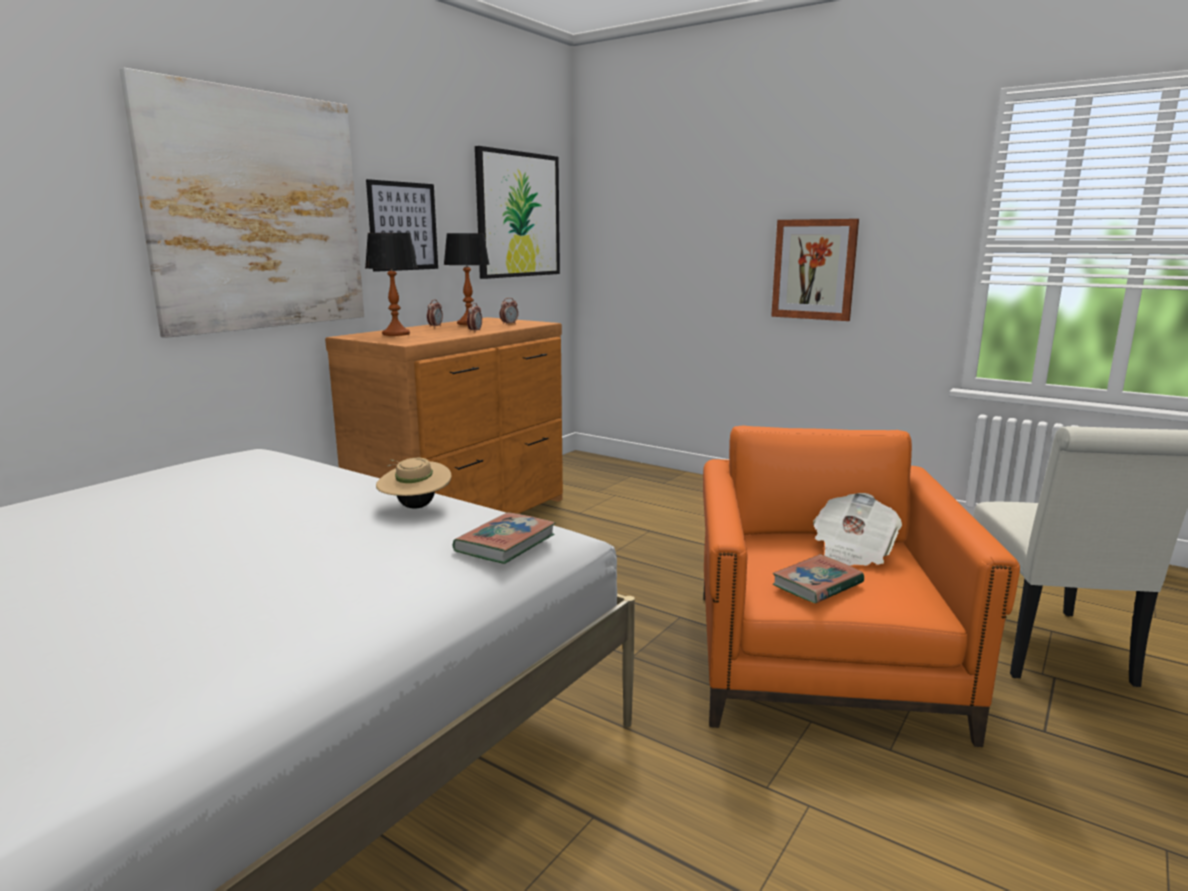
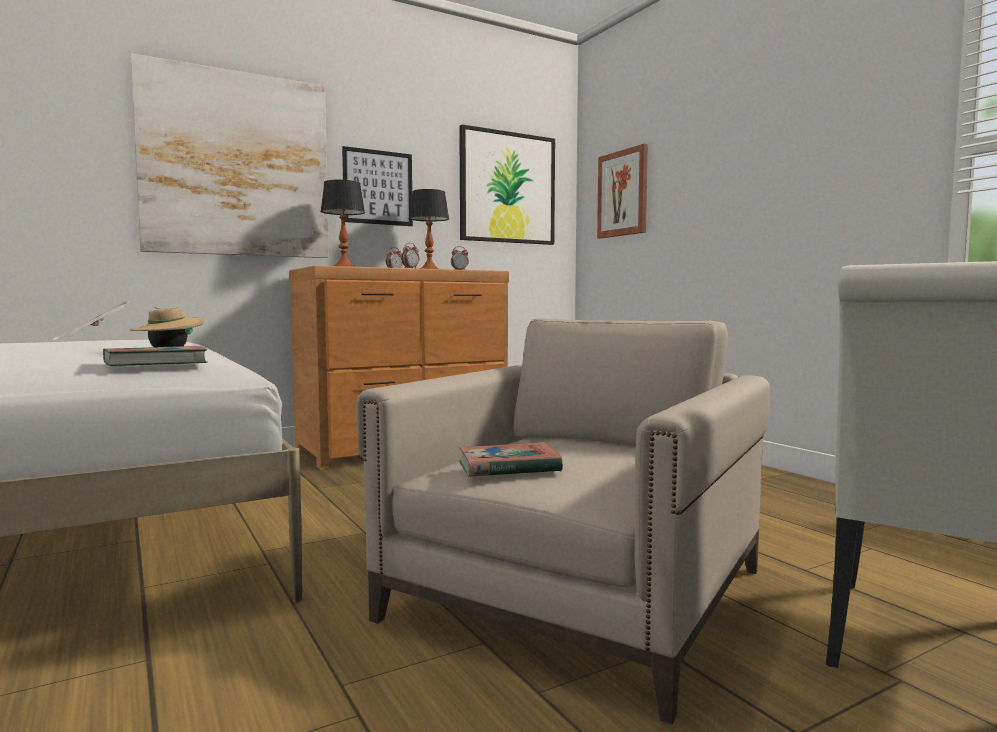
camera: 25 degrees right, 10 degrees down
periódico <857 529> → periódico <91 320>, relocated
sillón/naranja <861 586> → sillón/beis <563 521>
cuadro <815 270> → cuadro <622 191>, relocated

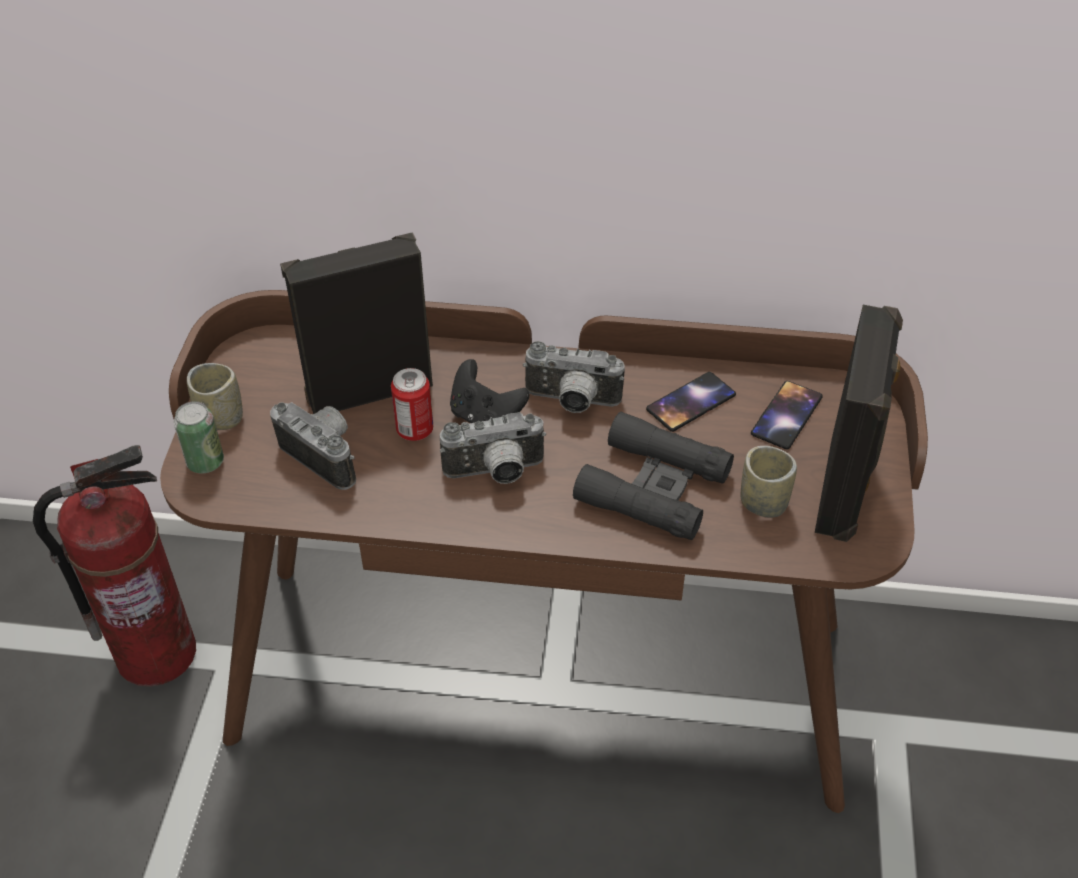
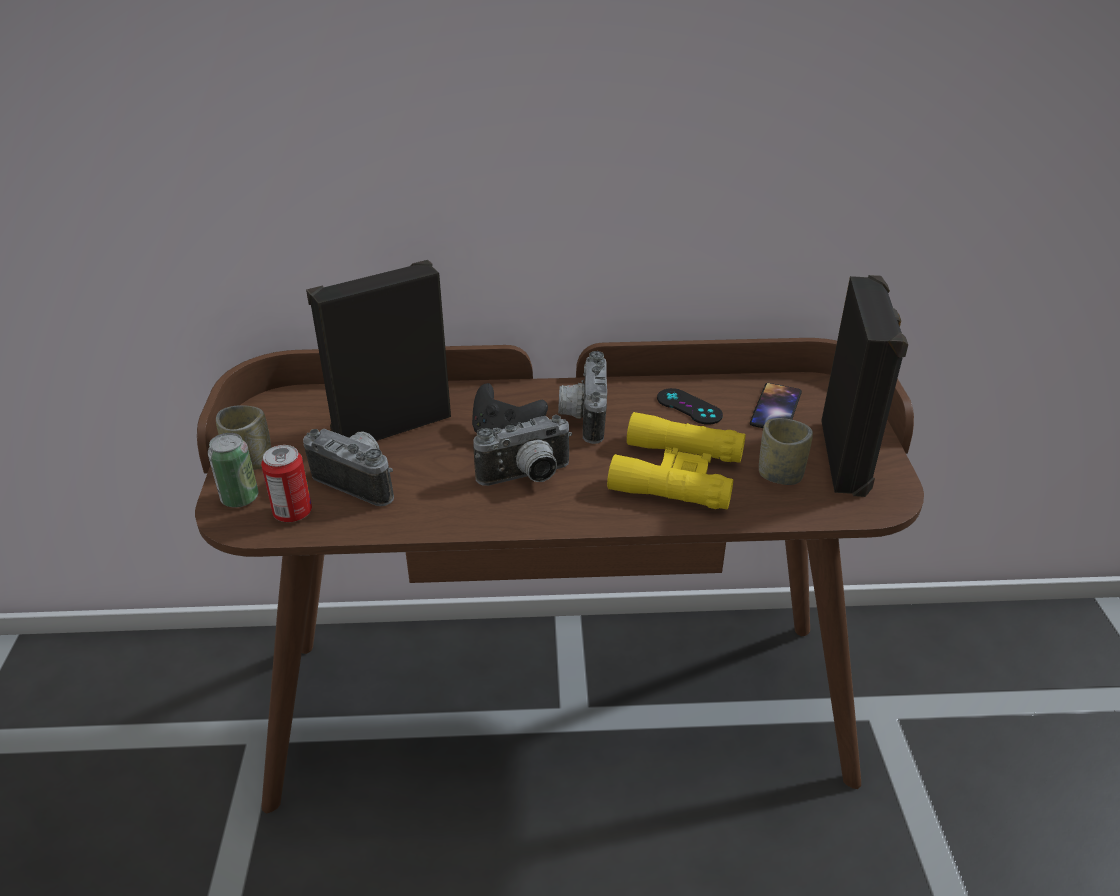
camera: 10 degrees left, 10 degrees down
lata <412 404> → lata <286 483>, relocated
cámara <574 377> → cámara <582 397>, 90 degrees clockwise
prismáticos/negro <653 476> → prismáticos/amarillo <676 461>
móvil <691 402> → mando de consola/negro <690 406>
extintor <114 566> → -

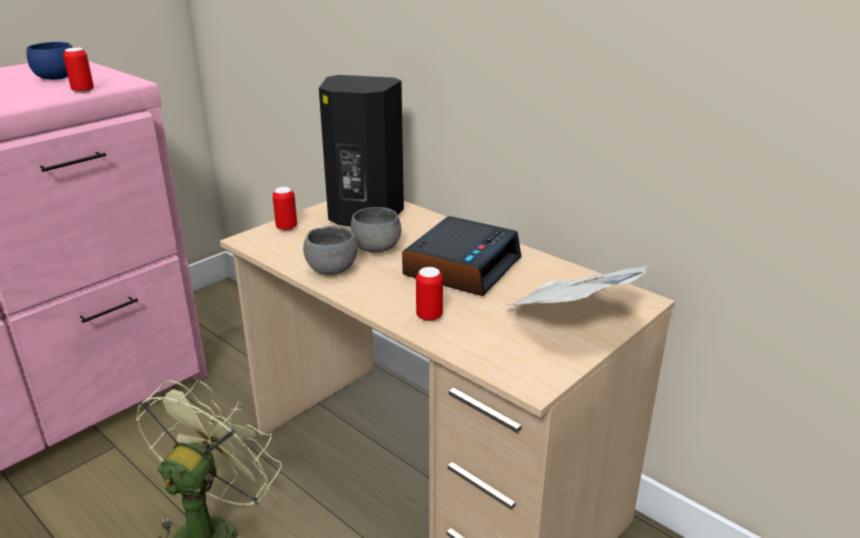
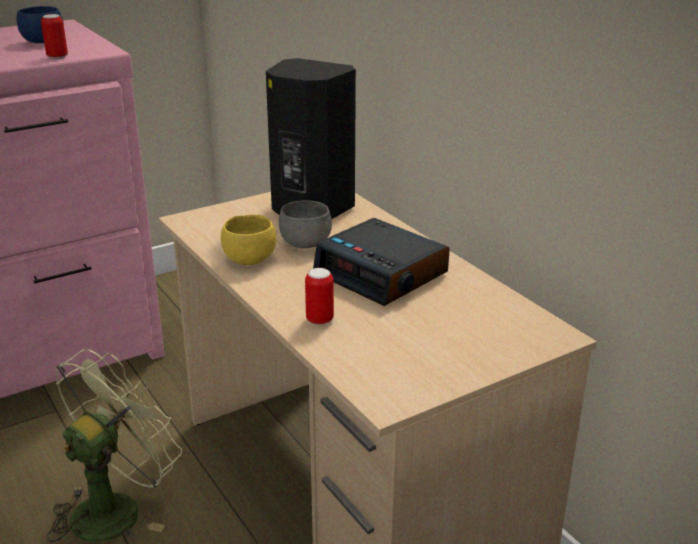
camera: 15 degrees right, 0 degrees up
cuenco/gris <330 250> → cuenco/amarillo <248 240>
despertador <461 256> → despertador <381 262>, 90 degrees clockwise
lata <285 209> → -
periódico <579 285> → -

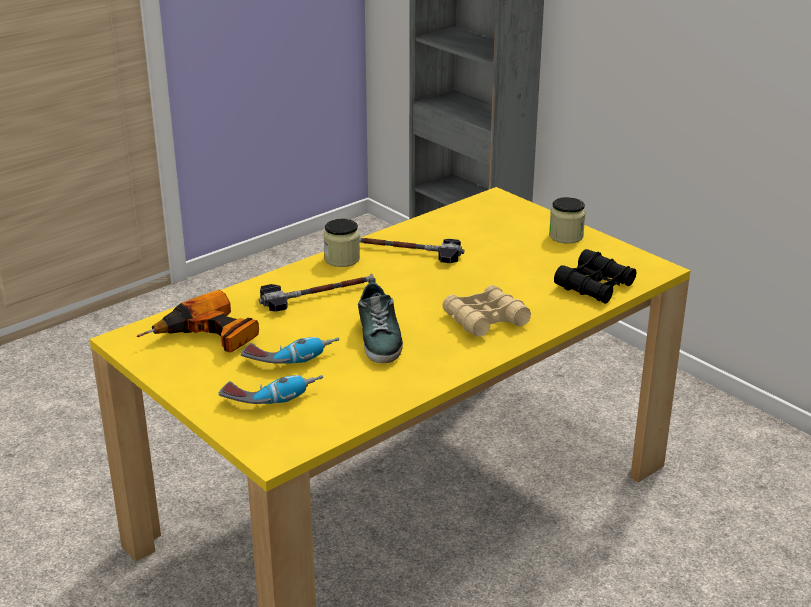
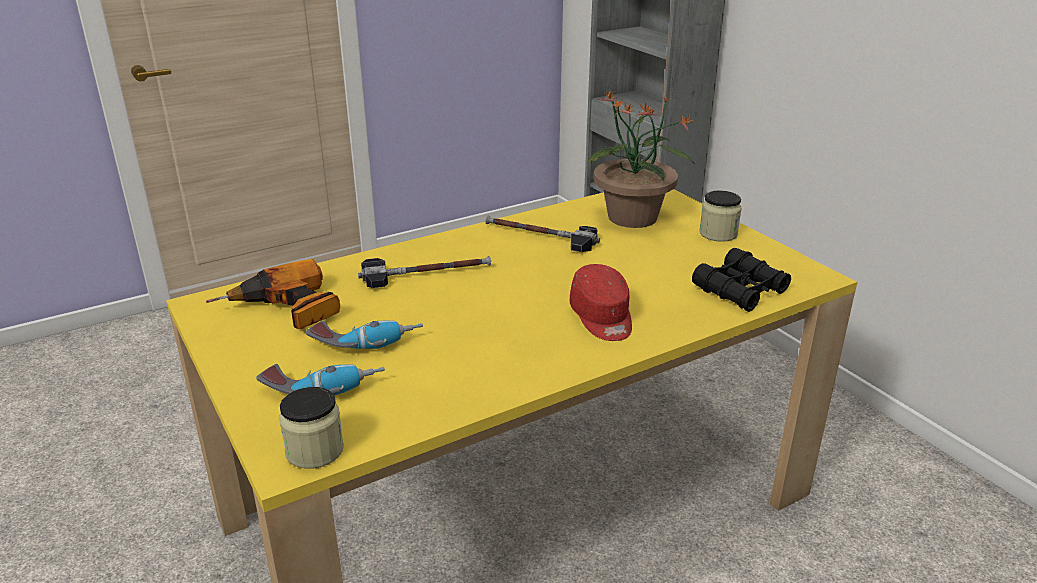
camera: 10 degrees right, 0 degrees up
tarro <341 243> → tarro <311 428>, relocated
prismáticos/beis <487 311> → gorra/rojo <601 302>
- → planta en maceta <641 159>
zapato <380 320> → -

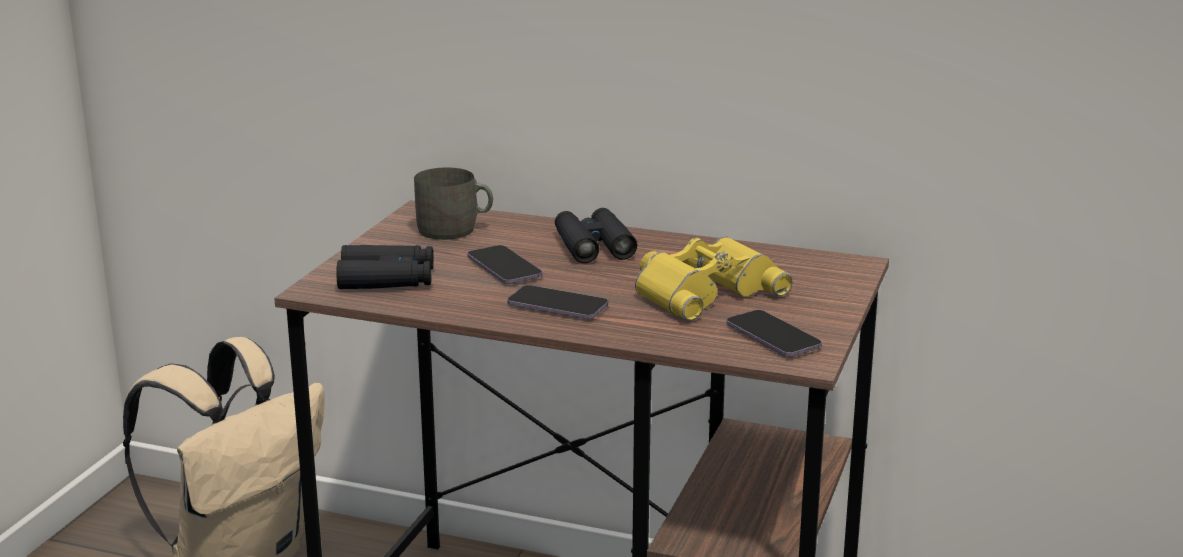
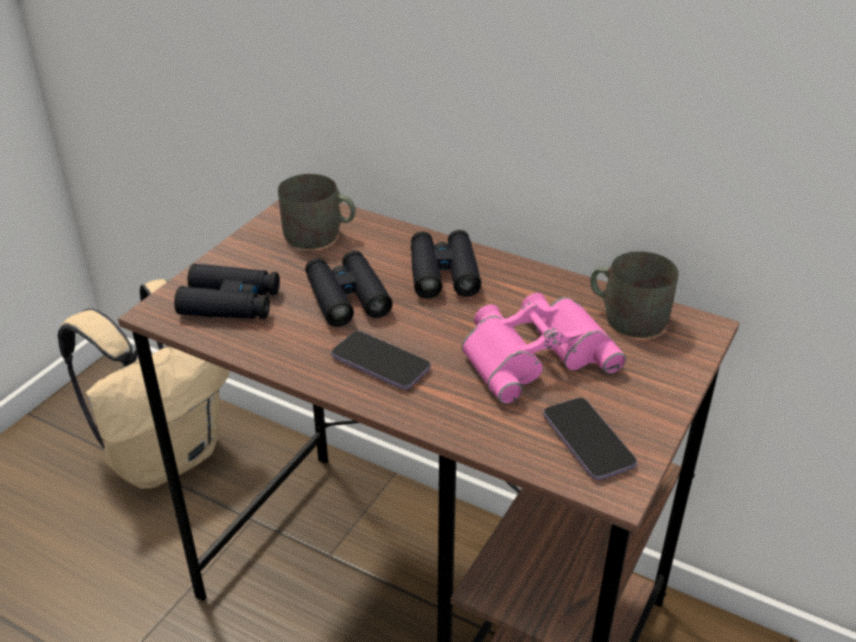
camera: 10 degrees right, 15 degrees up
móvil <504 264> → prismáticos/negro <349 288>
prismáticos/amarillo <713 278> → prismáticos/rosa <544 348>
- → taza grande/gris <634 294>

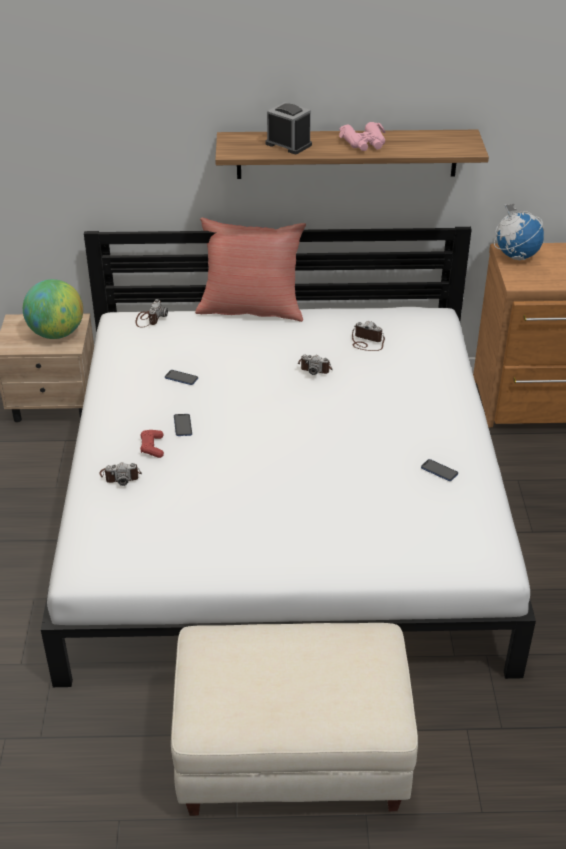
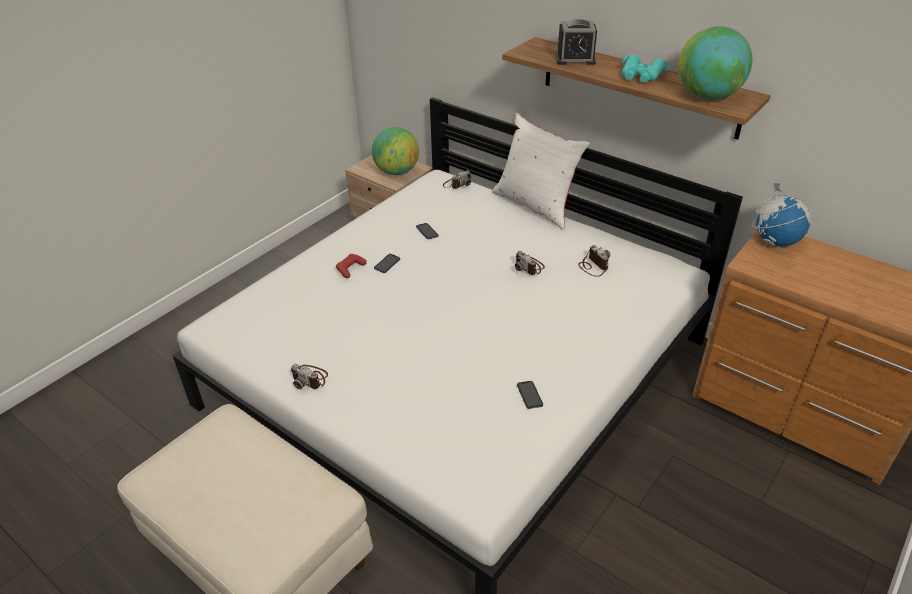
camera: 40 degrees right, 0 degrees up
cámara <120 474> → cámara <309 376>, relocated
cojín/rojo <250 270> → cojín/blanco <541 171>
despertador <289 128> → despertador <576 42>, 105 degrees clockwise
prismáticos/rosa <362 136> → prismáticos/turquesa <644 69>
- → globo terráqueo <715 63>

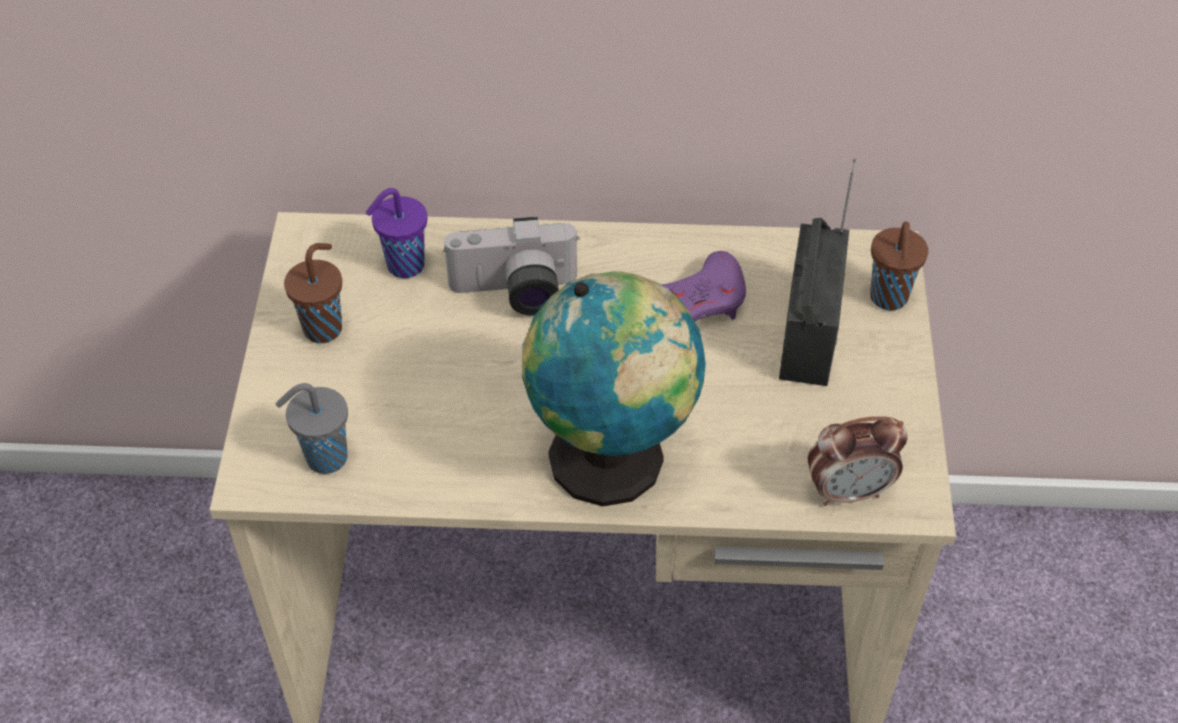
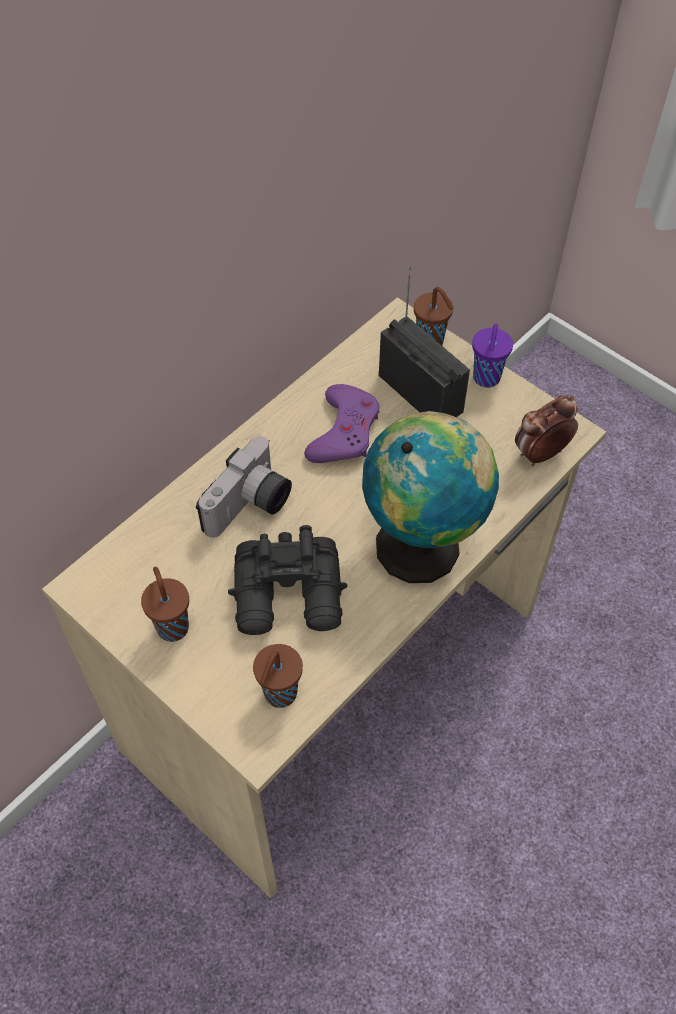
camera: 50 degrees left, 5 degrees up
- → prismáticos/negro <287 580>
taza/gris <312 428> → taza/marrón <278 676>
taza/morado <396 233> → taza/morado <492 356>, relocated
despertador <858 461> → despertador <546 430>, 150 degrees counterclockwise

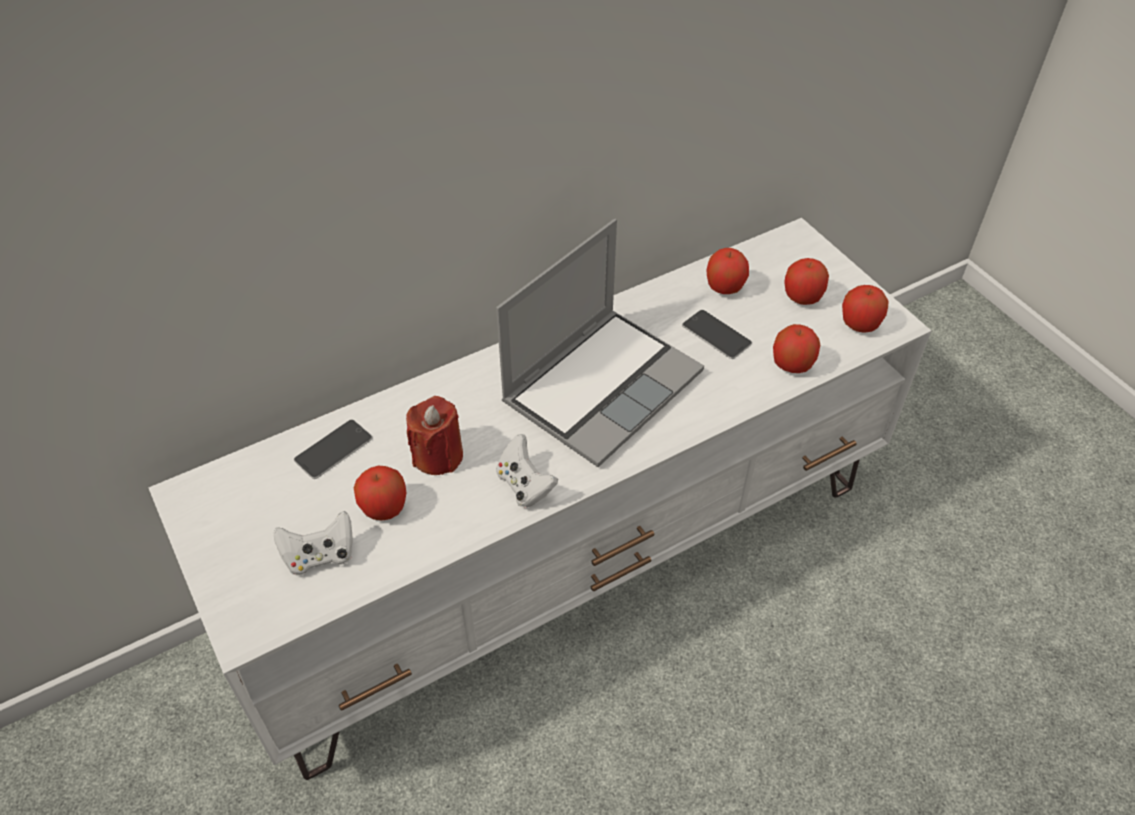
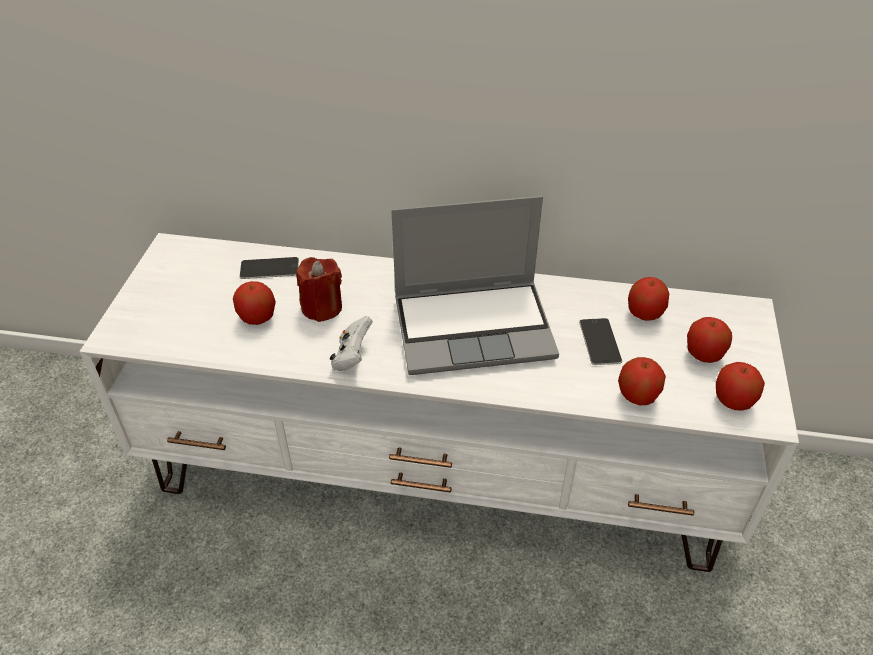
camera: 40 degrees right, 5 degrees down
mando de consola/blanco <313 543> → -

